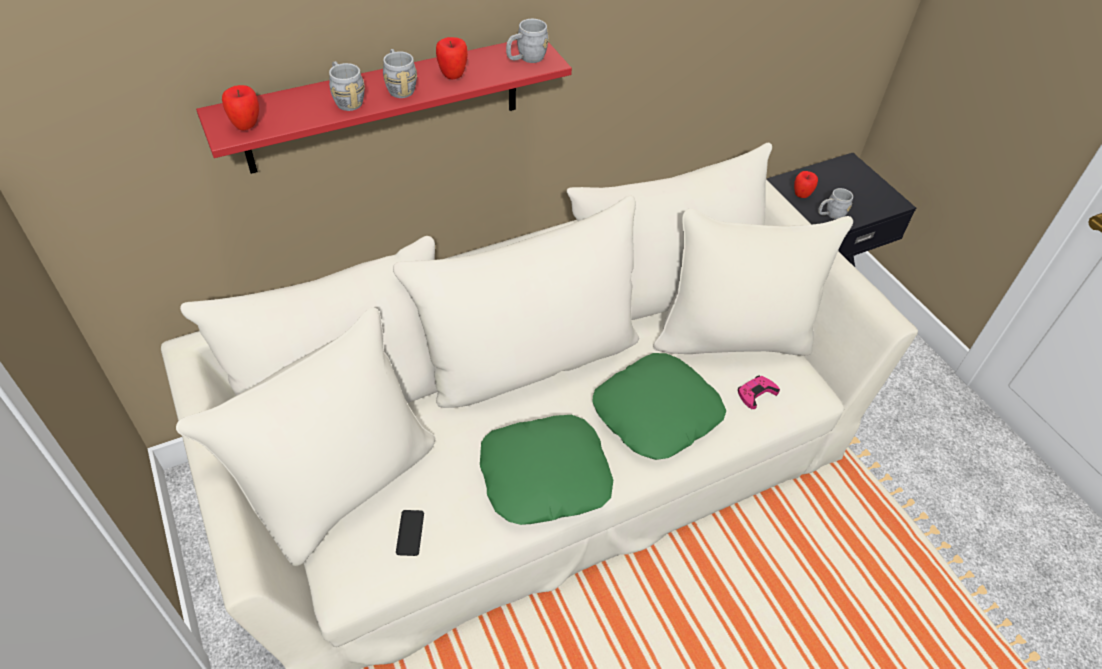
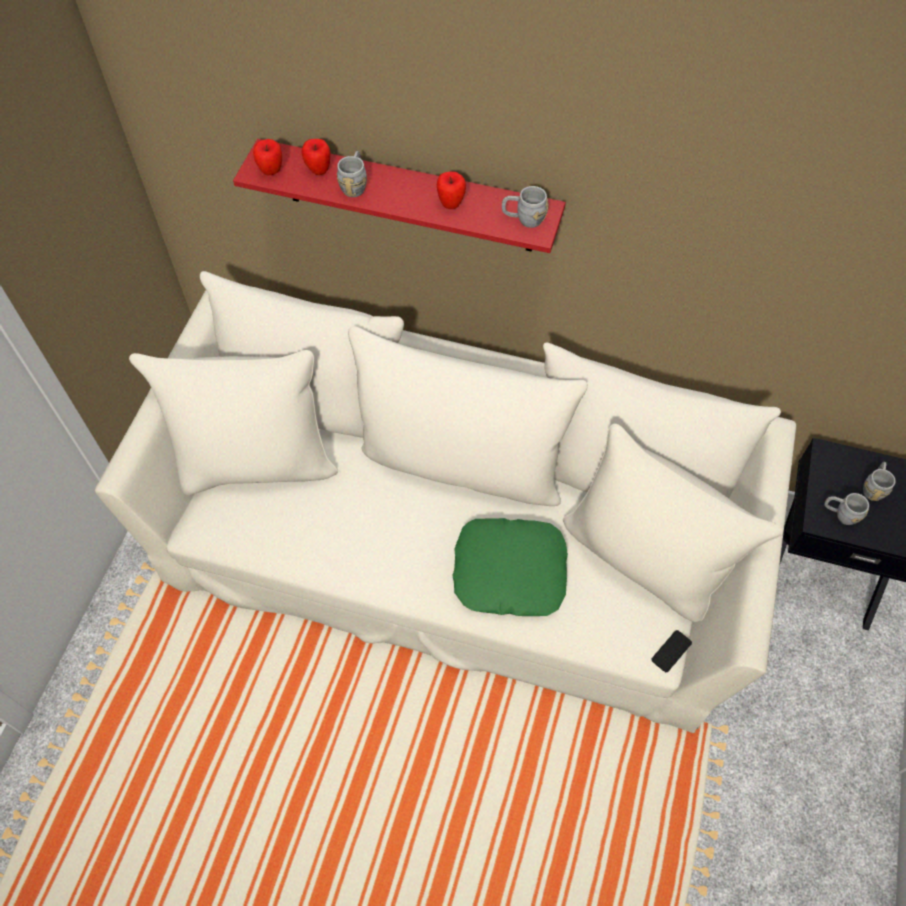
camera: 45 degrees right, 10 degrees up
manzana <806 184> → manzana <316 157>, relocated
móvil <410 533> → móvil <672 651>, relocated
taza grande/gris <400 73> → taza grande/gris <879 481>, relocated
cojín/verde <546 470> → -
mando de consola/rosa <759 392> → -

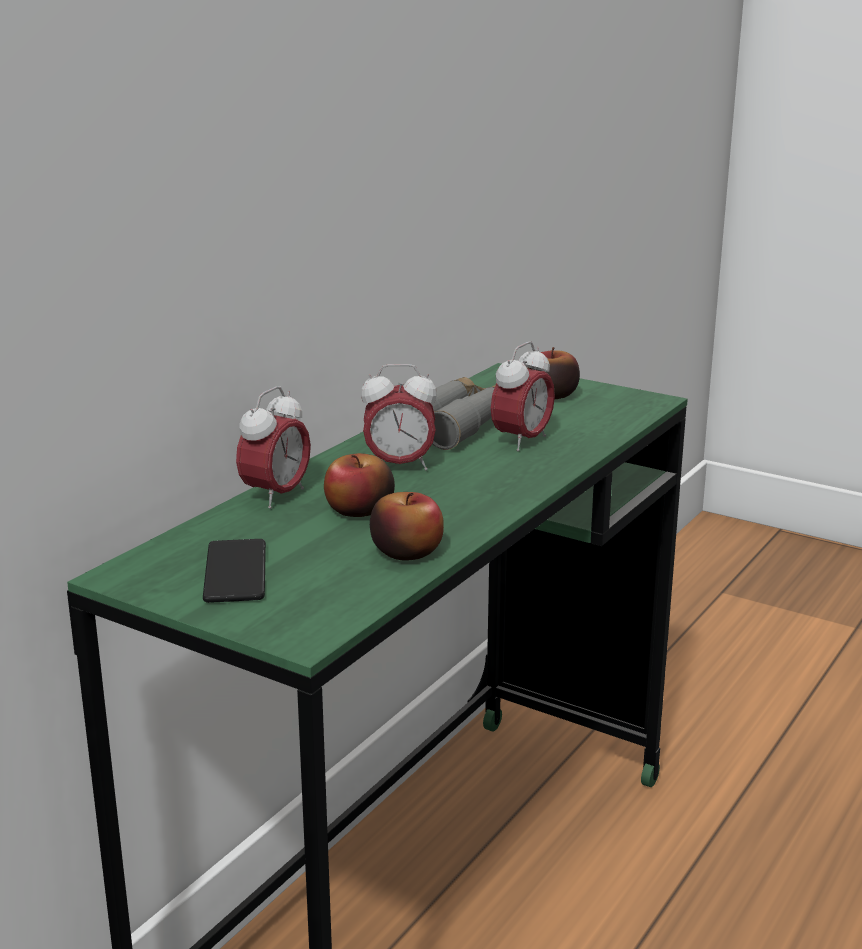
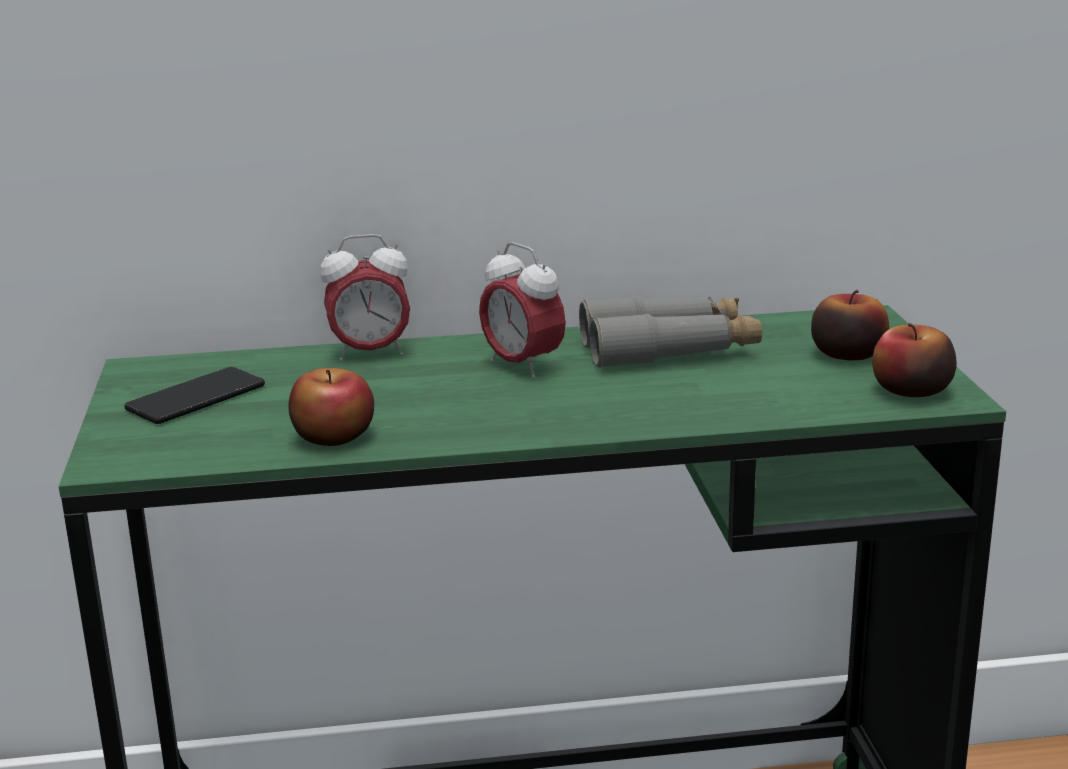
camera: 50 degrees right, 0 degrees up
manzana <359 485> → manzana <914 360>, relocated
despertador <523 396> → -

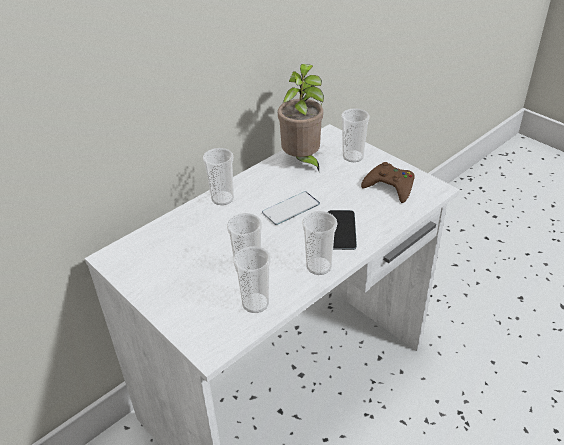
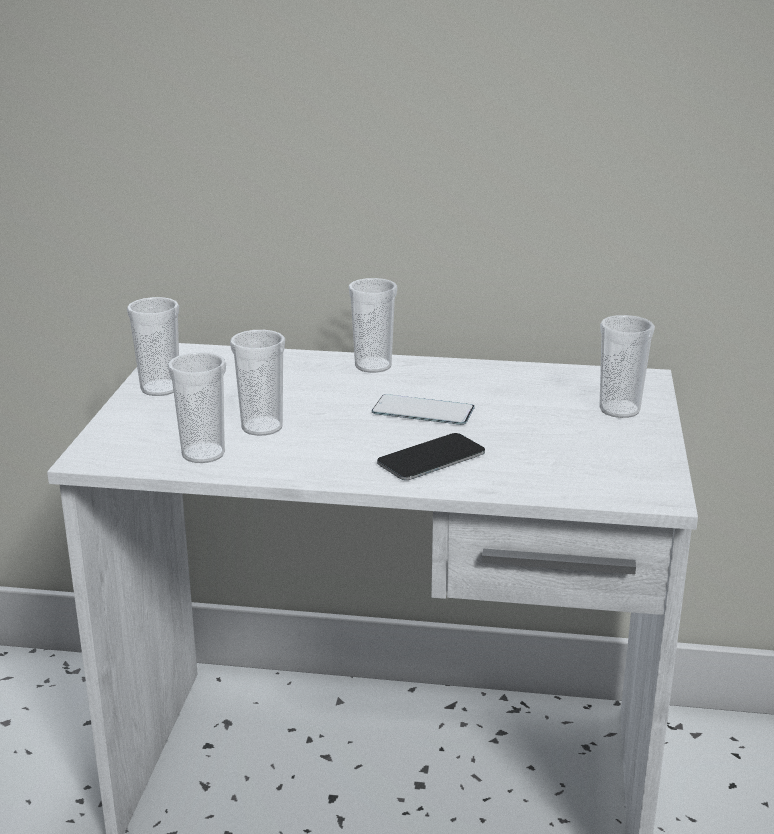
camera: 50 degrees right, 15 degrees down
taza <320 243> → taza <153 346>, relocated
planta en maceta <301 117> → -
mando de consola/marrón <387 182> → -

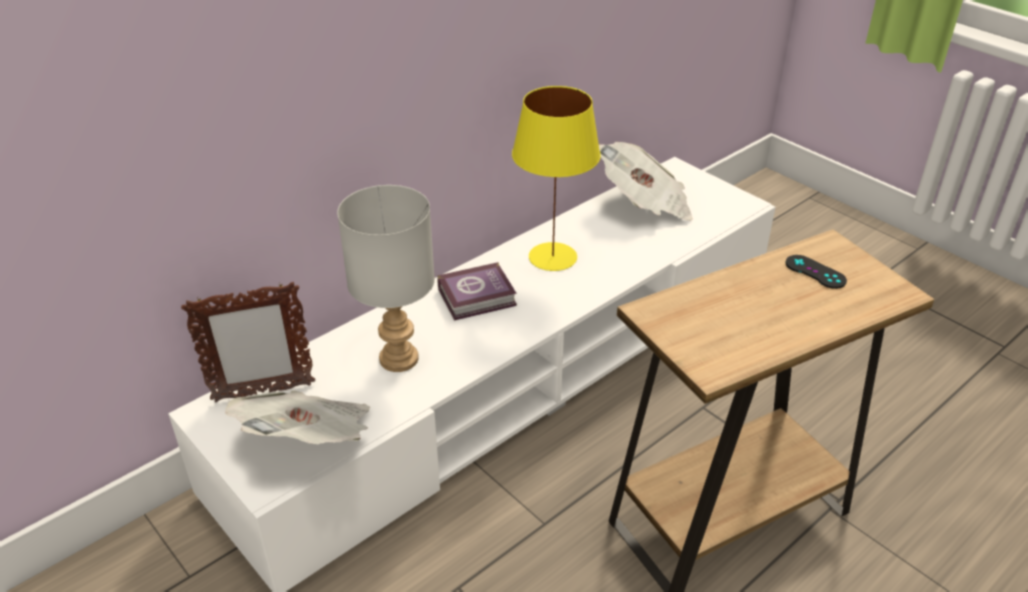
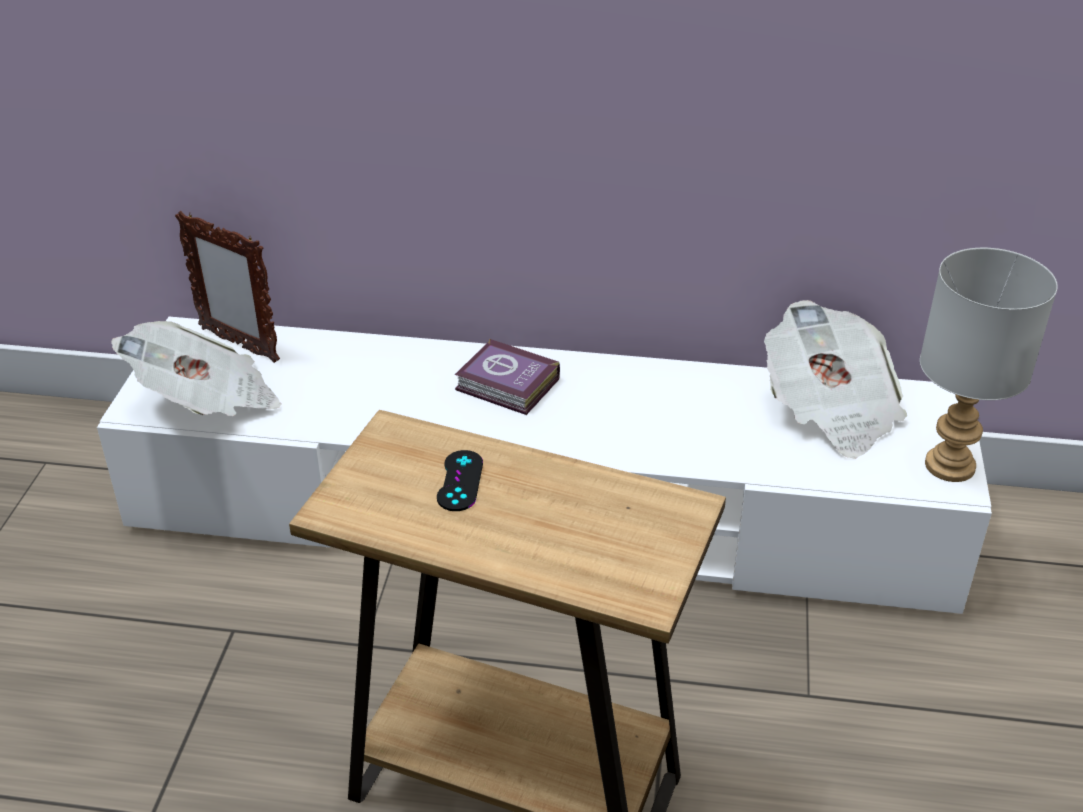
camera: 50 degrees right, 0 degrees up
mando de consola/negro <816 272> → mando de consola/negro <460 480>, relocated
lámpara de mesa/gris <386 278> → lámpara de mesa/gris <989 365>, relocated
lámpara de mesa/amarillo <556 178> → -

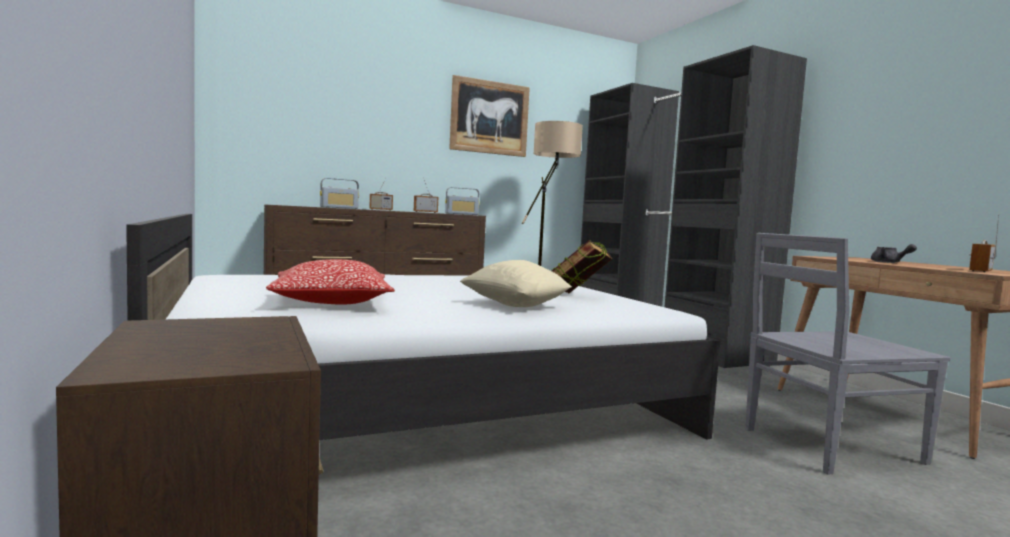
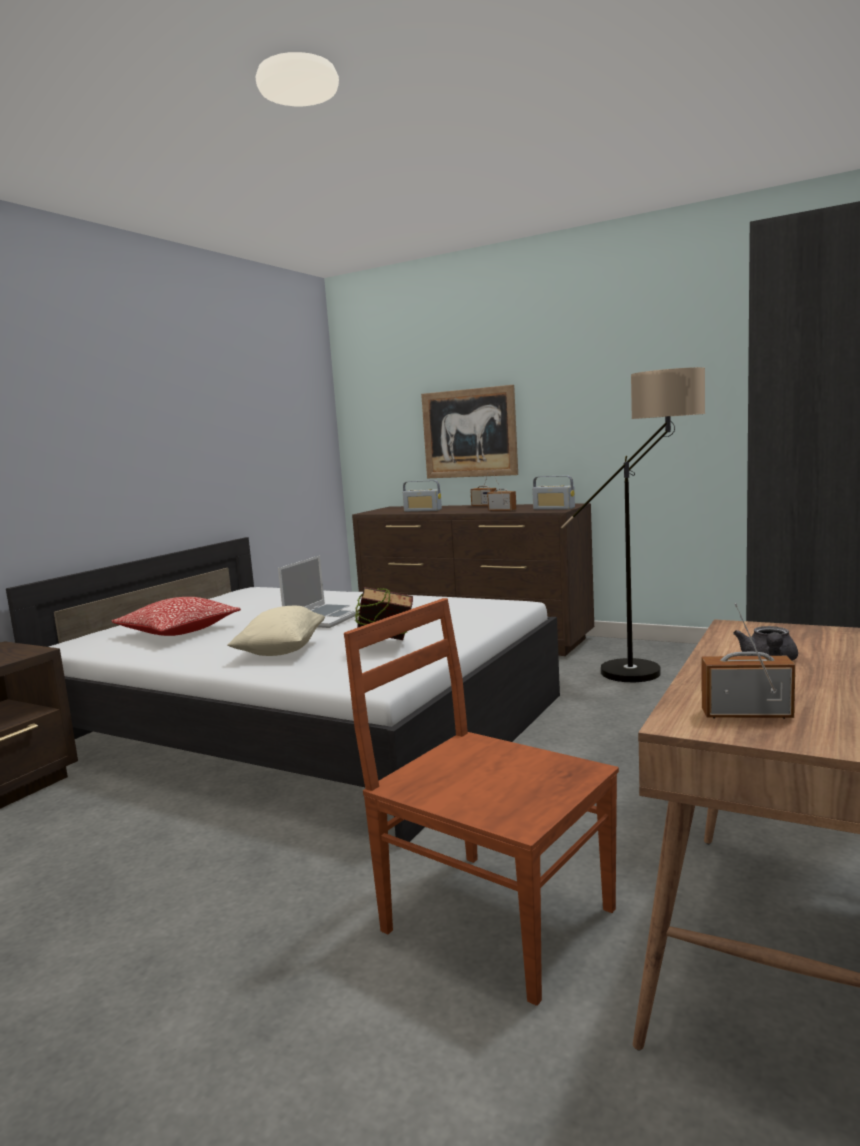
camera: 55 degrees right, 5 degrees up
- → portátil <319 591>
silla/gris <848 354> → silla/marrón <481 802>
cuadro <489 116> → cuadro <469 431>, relocated

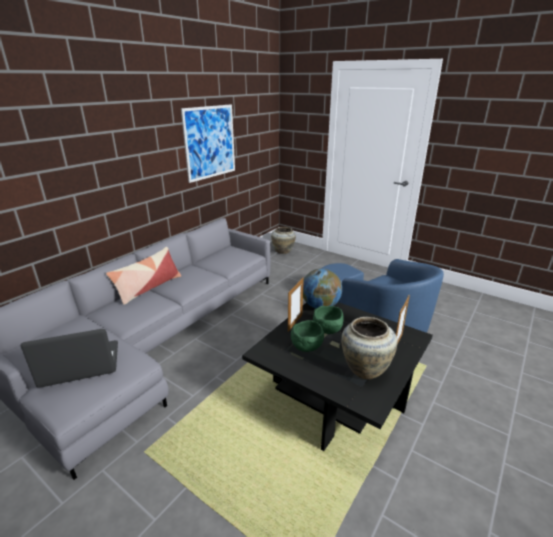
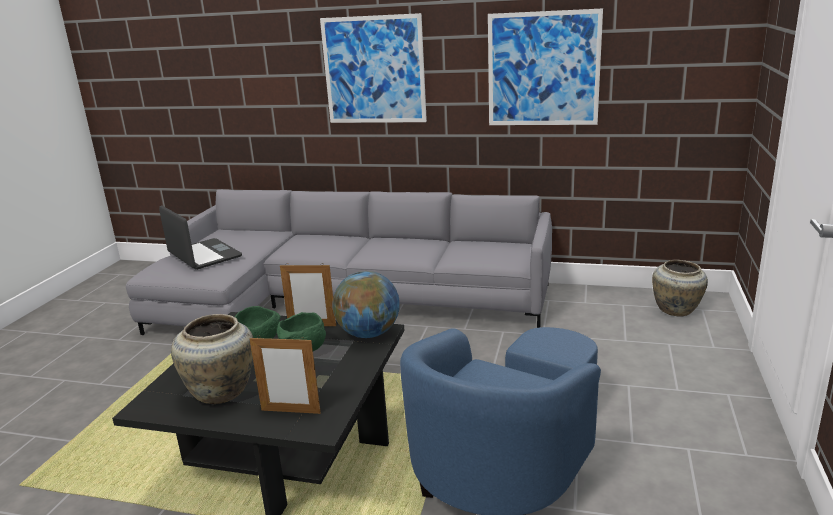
camera: 70 degrees right, 5 degrees down
- → cuadro <373 68>
cojín <143 276> → -

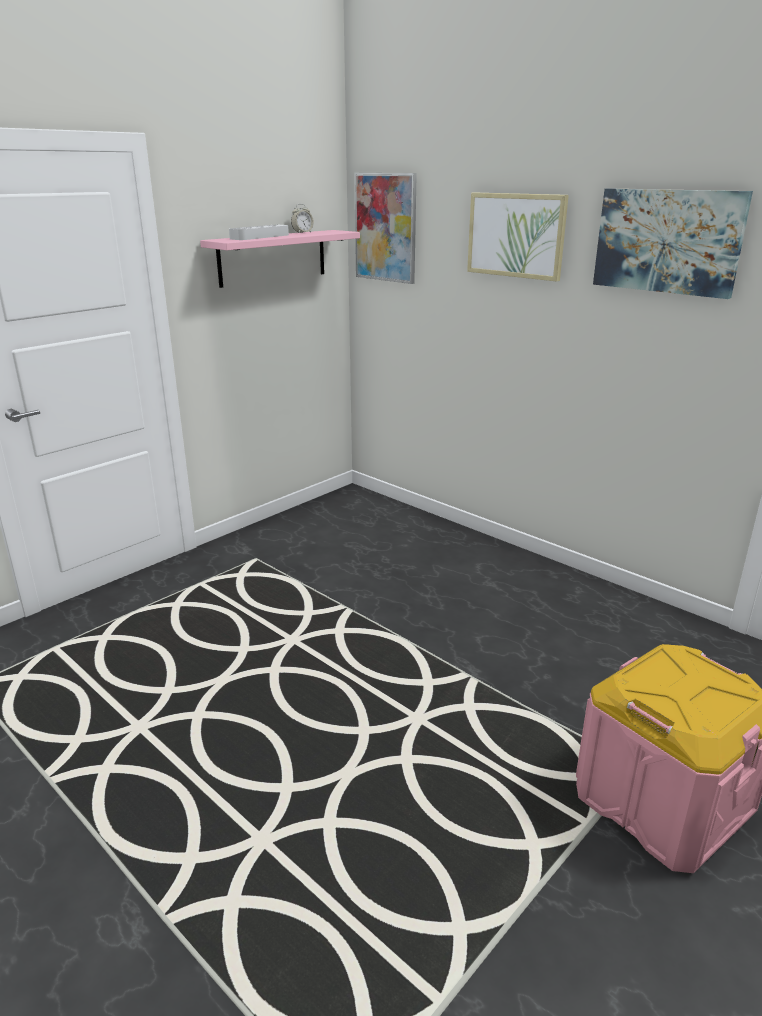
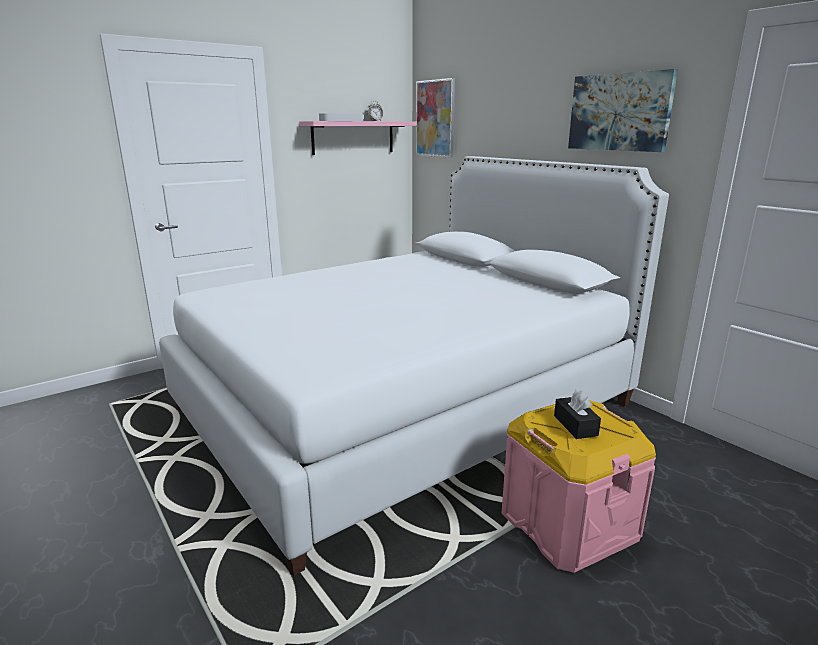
camera: 10 degrees right, 5 degrees down
- → cama/blanco <414 366>
- → caja de pañuelos/negro <577 414>
cuadro <518 237> → -

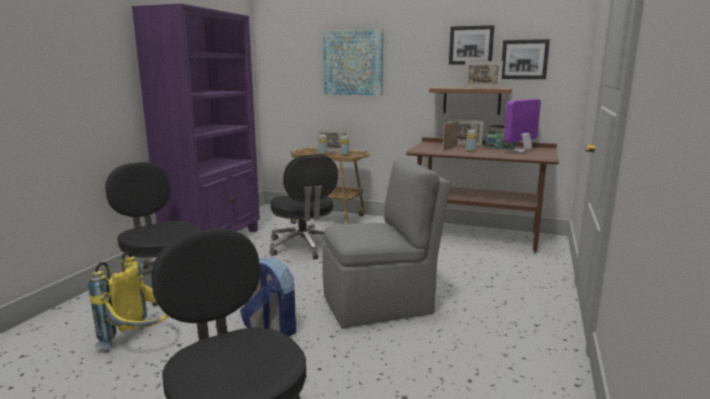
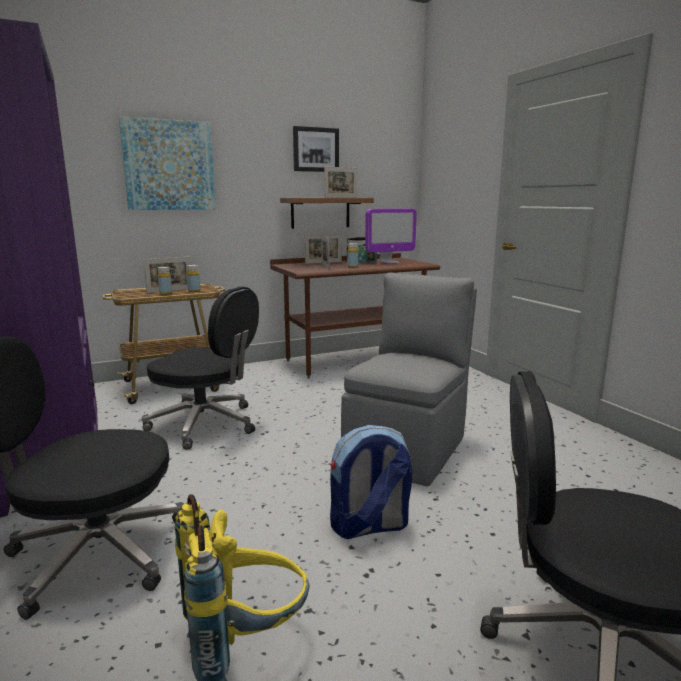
camera: 45 degrees left, 0 degrees up
monitor <522 126> → monitor <391 236>, 120 degrees counterclockwise
cuadro <526 59> → -

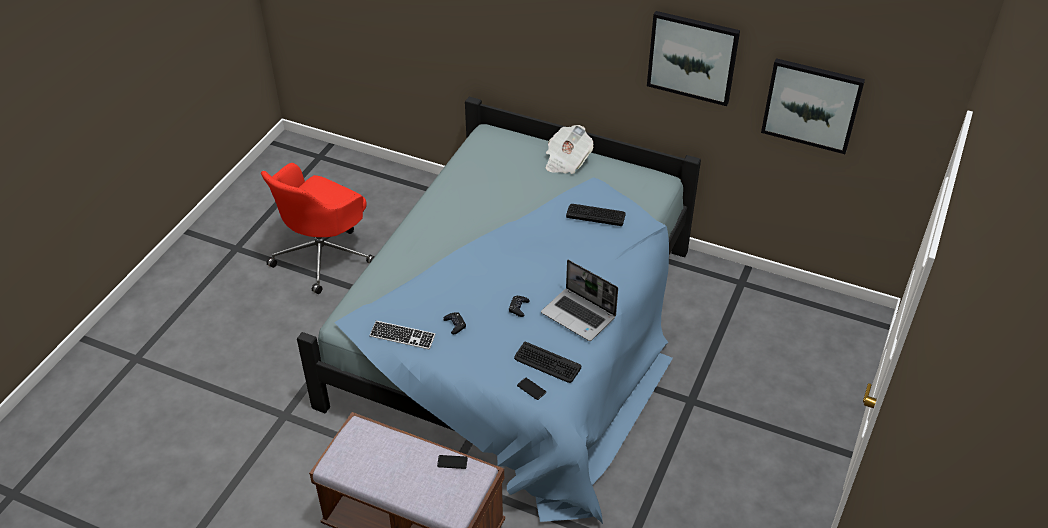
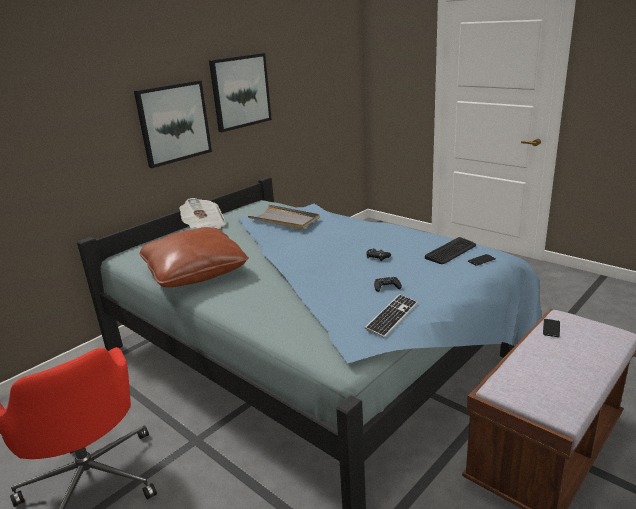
camera: 70 degrees left, 20 degrees down
cuadro <813 106> → cuadro <173 124>, relocated
- → cojín/marrón <194 257>
teclado <596 215> → bandeja/gris <283 217>
portátil <579 300> → -

